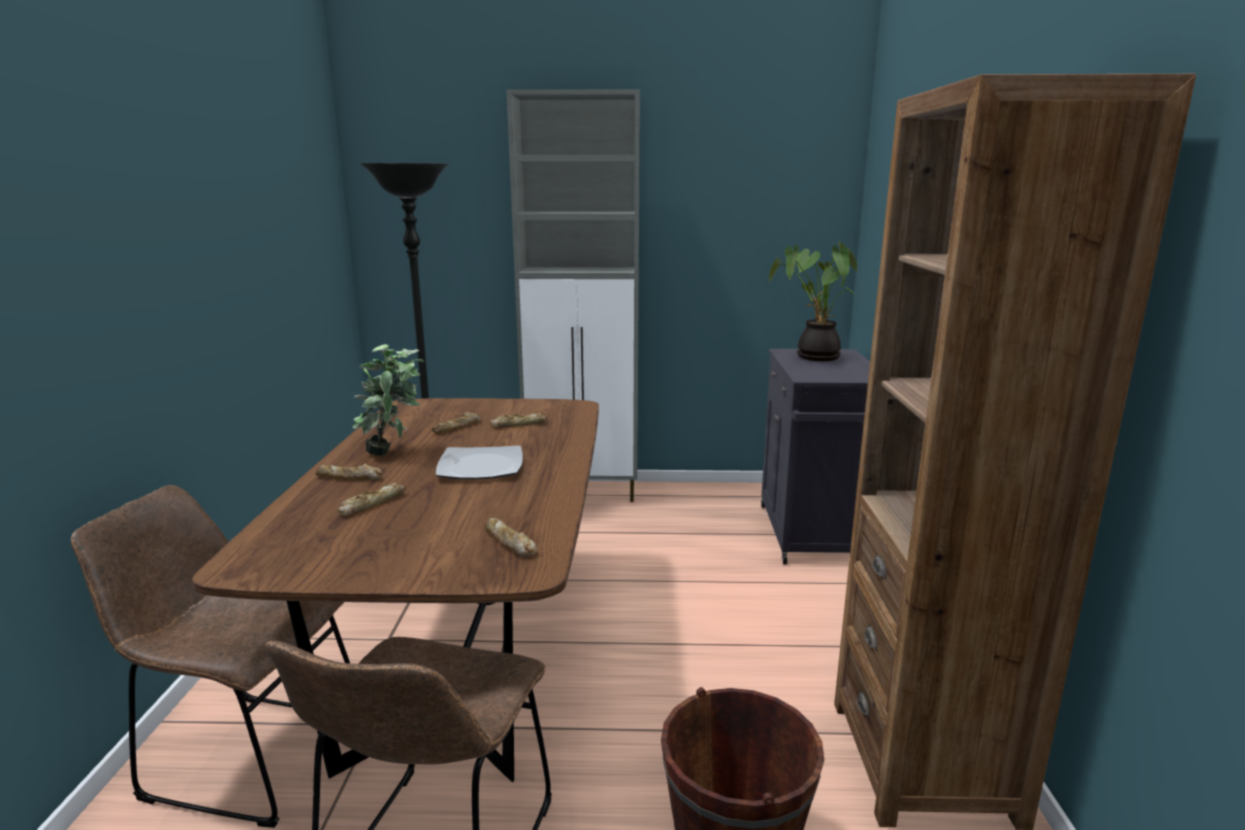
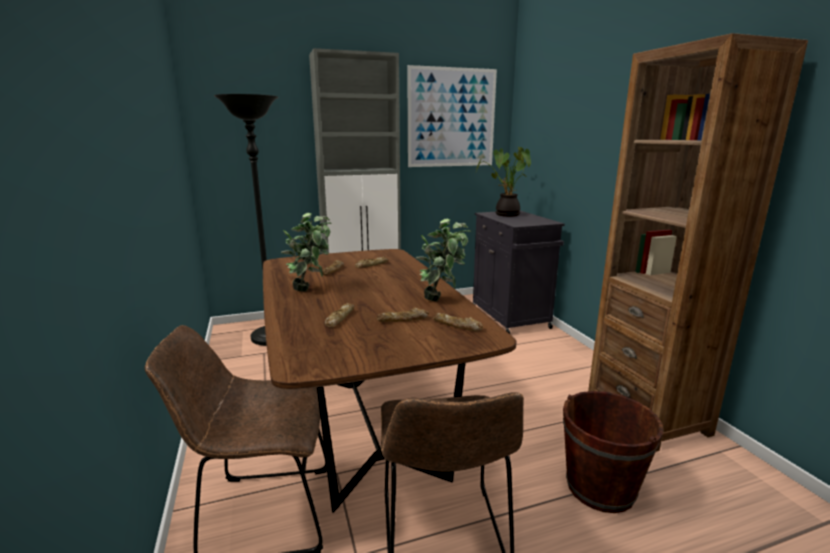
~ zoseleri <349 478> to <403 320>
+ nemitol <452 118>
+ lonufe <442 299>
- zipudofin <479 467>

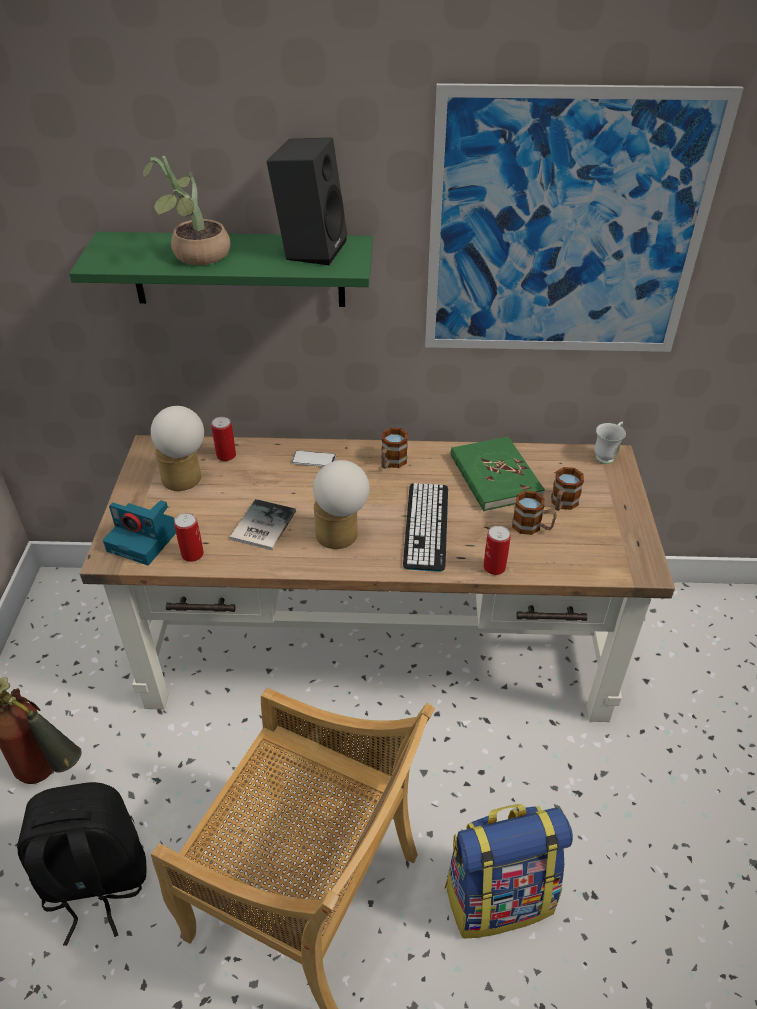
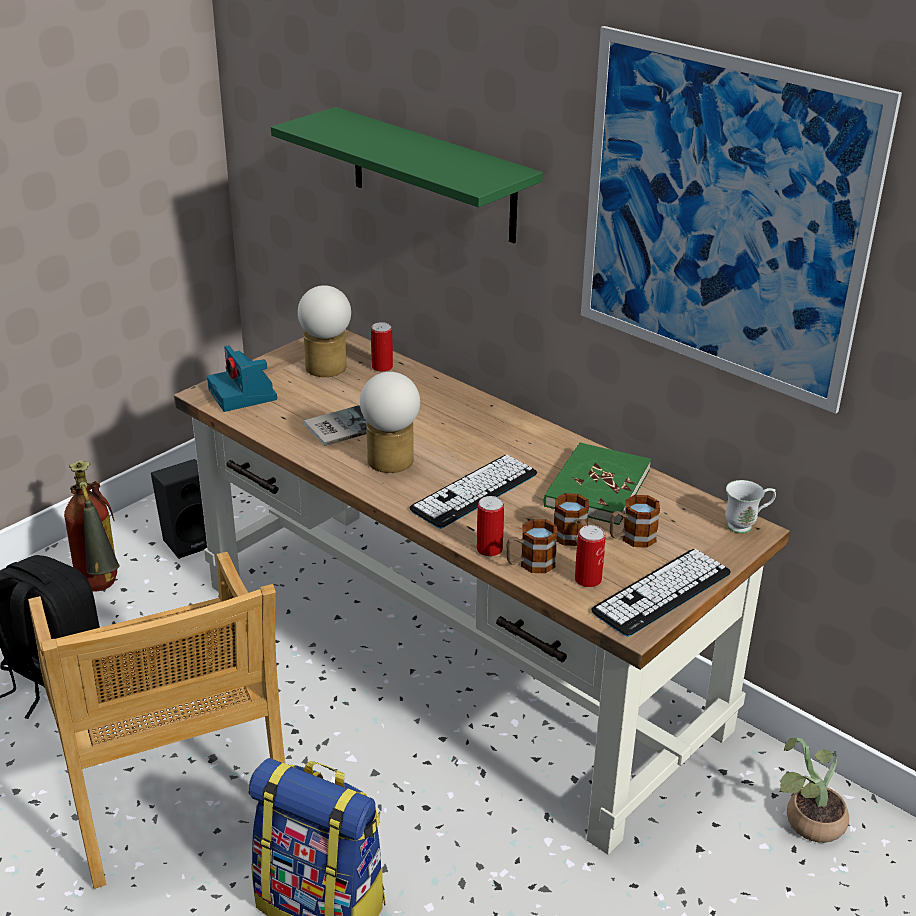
~ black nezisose <310 249> to <191 539>
~ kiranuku <391 463> to <530 564>
~ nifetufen <192 554> to <588 579>
+ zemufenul <662 592>
~ lonufe <195 256> to <807 822>
- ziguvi <314 459>

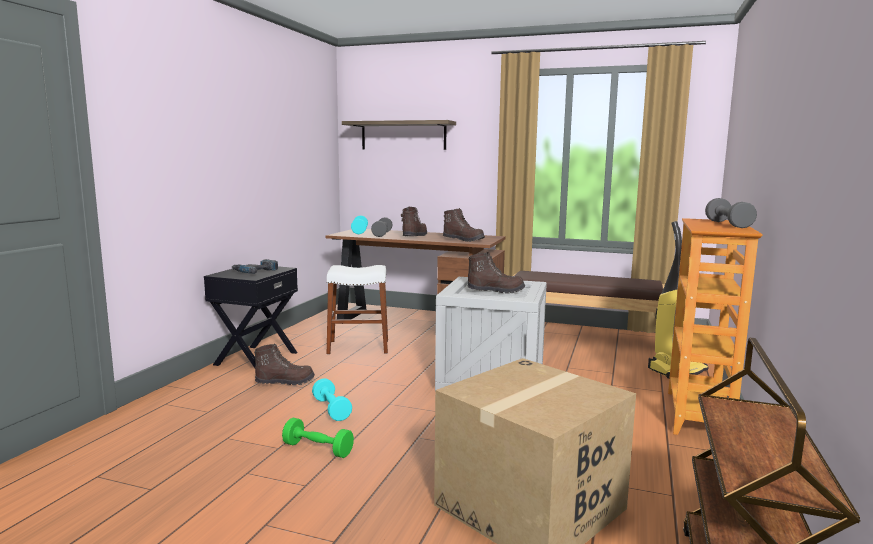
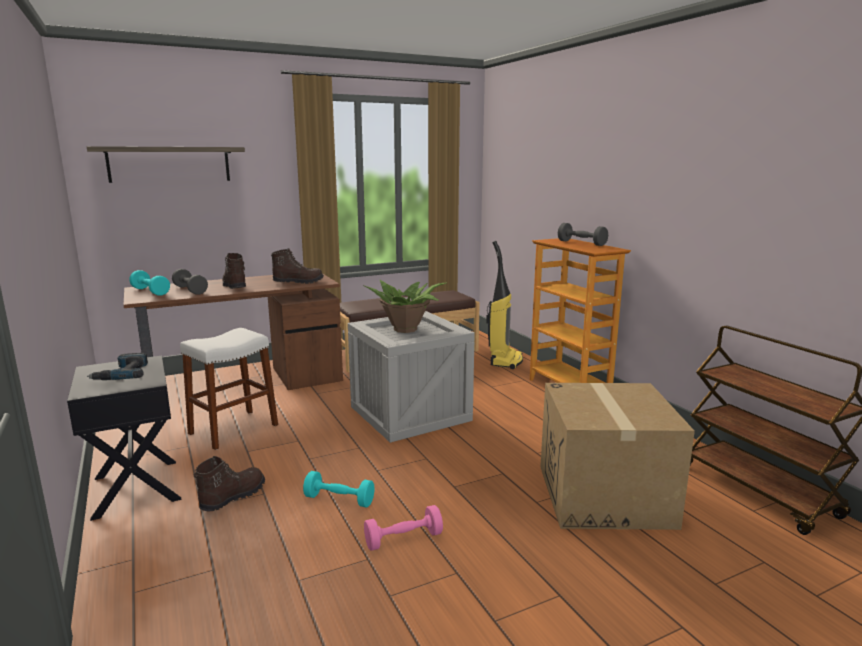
~ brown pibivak <495 291> to lonufe <406 329>
~ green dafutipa <318 449> to pink dafutipa <403 539>

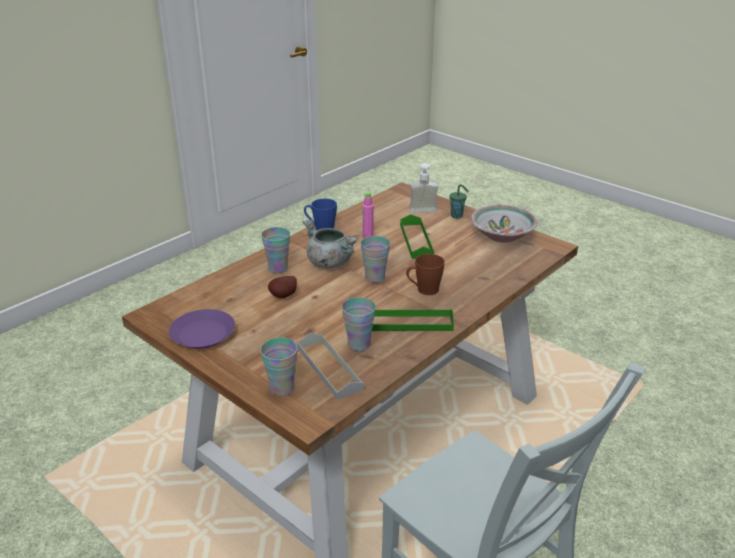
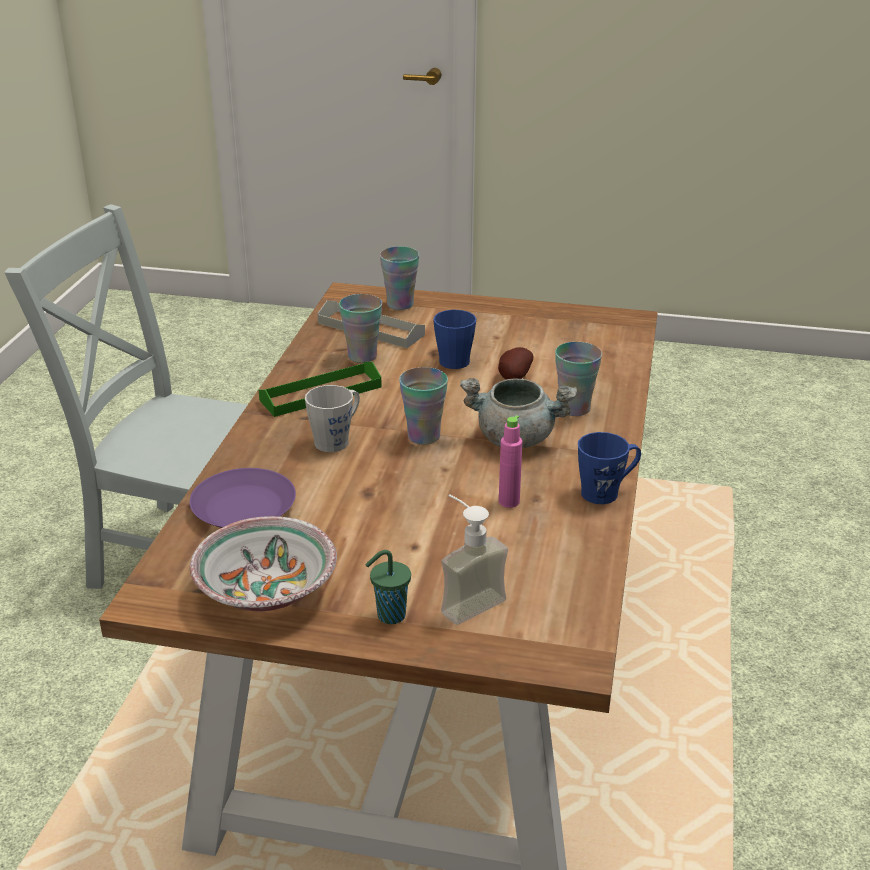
~ purple zipudofin <203 334> to <244 509>
~ brown kiranuku <424 290> to grey kiranuku <337 440>
+ blue kiranuku <452 358>
- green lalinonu <416 240>

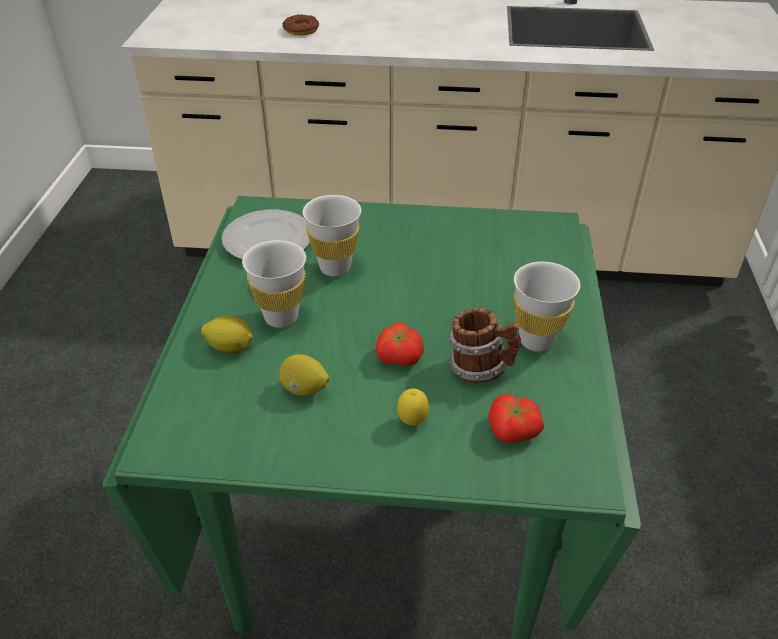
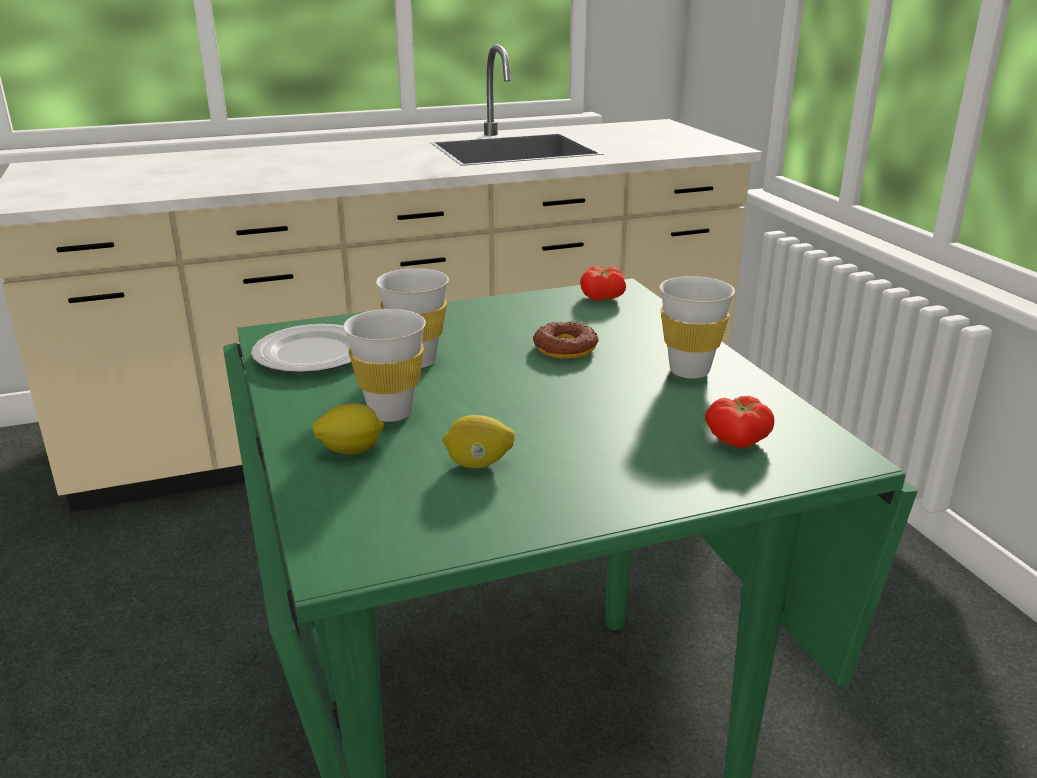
~ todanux <301 30> to <565 348>
~ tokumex <398 357> to <600 298>
- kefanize <412 422>
- kiranuku <481 369>

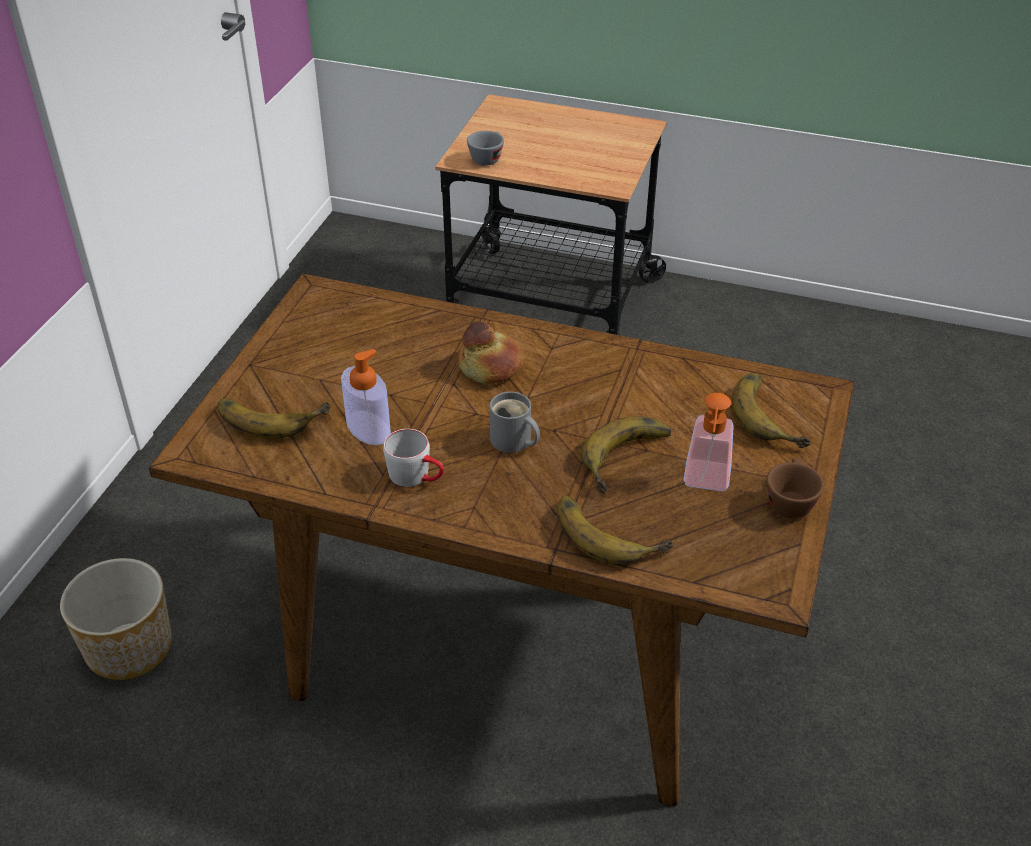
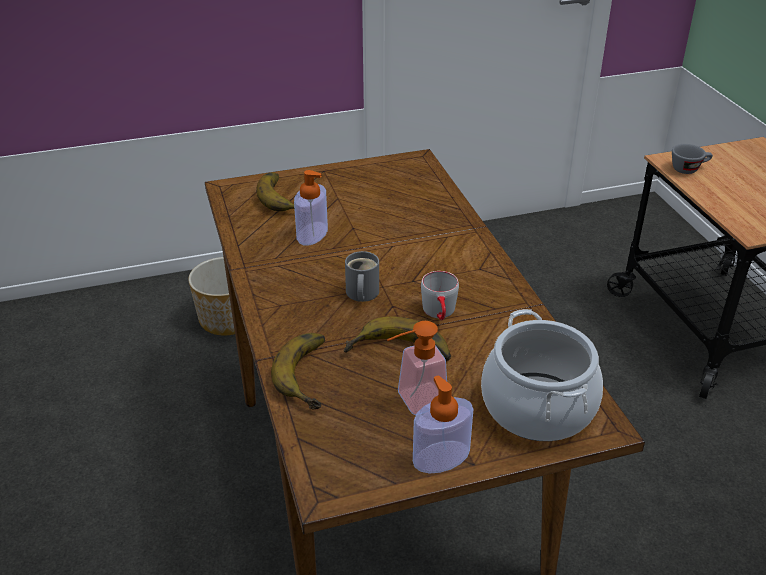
~ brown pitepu <789 500> to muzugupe <441 457>
~ grey kiranuku <417 477> to <440 314>
~ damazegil <772 414> to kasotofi <537 407>
- zoseleri <489 367>

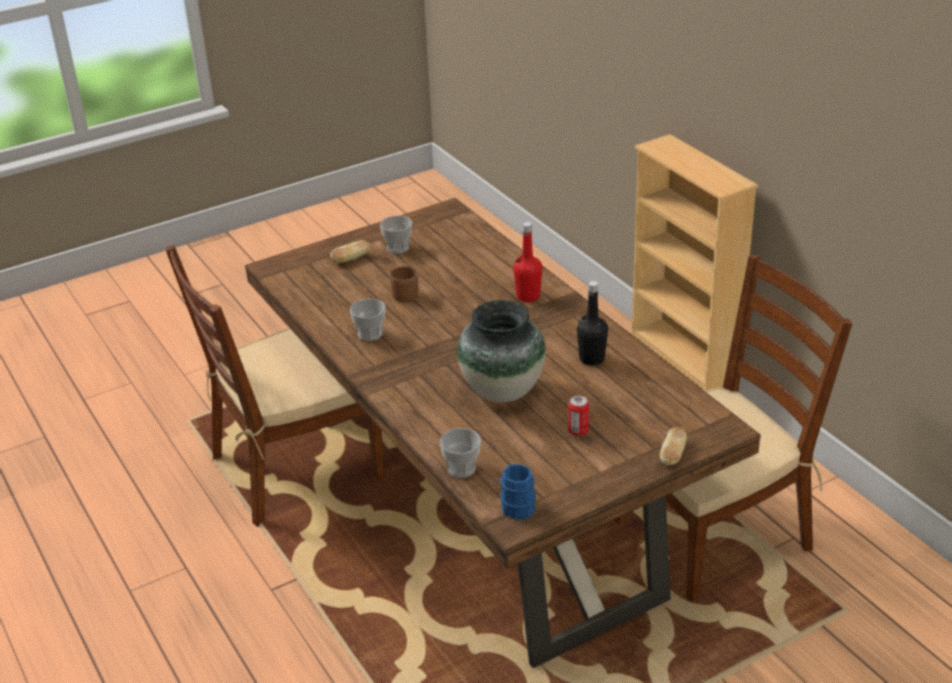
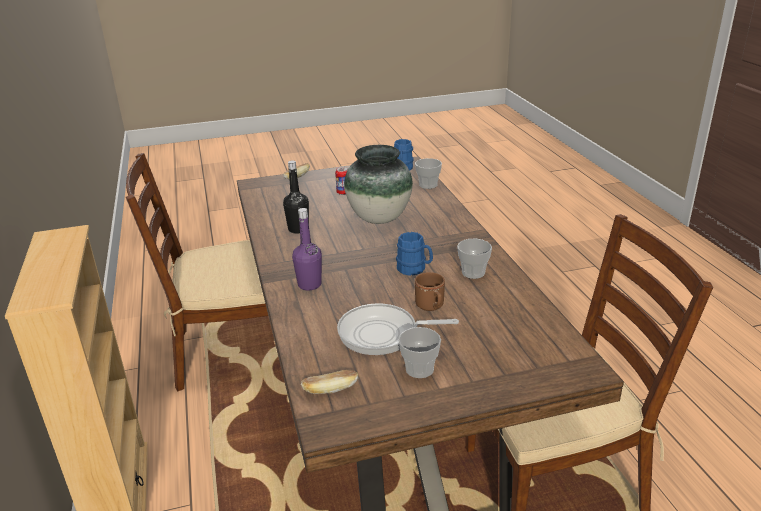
~ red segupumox <528 296> to purple segupumox <309 284>
~ zoseleri <351 259> to <330 390>
+ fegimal <383 334>
+ blue kiranuku <415 269>

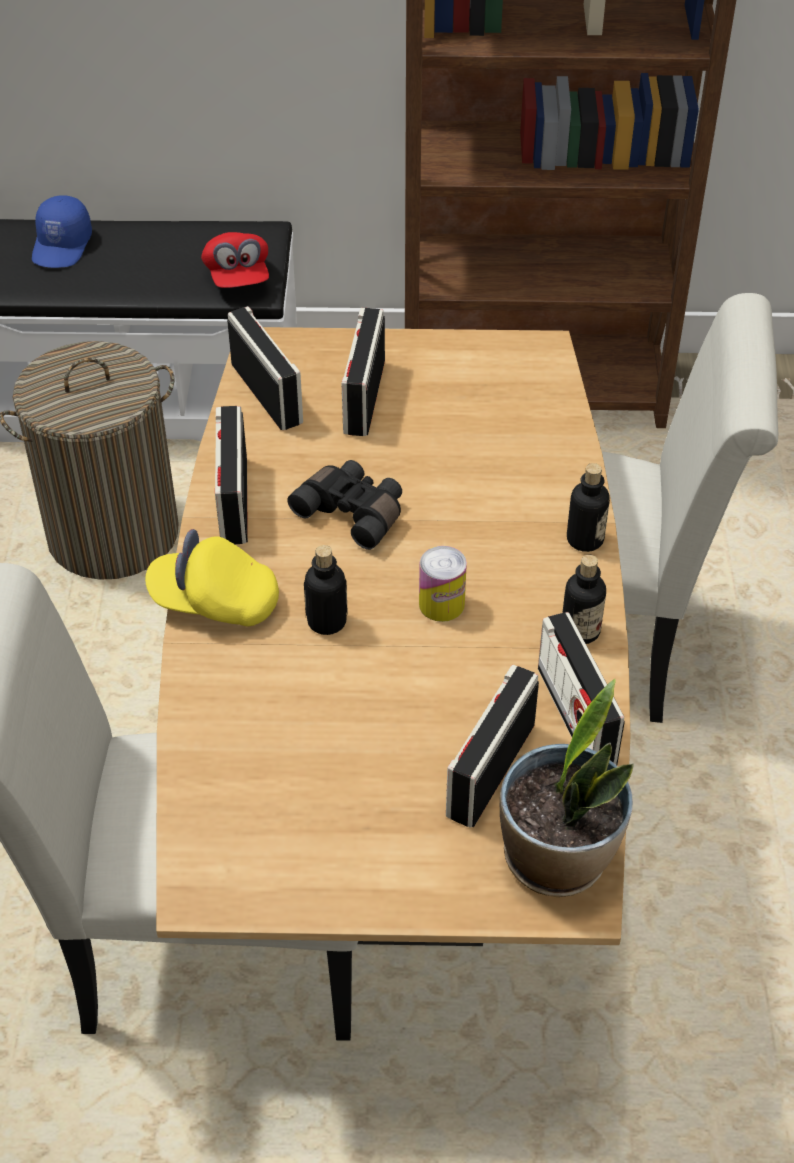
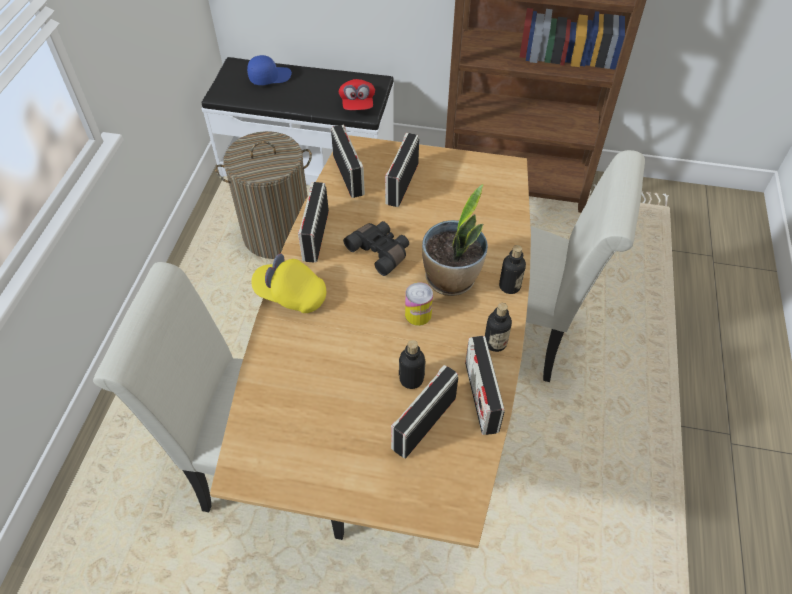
~ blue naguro <63 246> = <270 77> 135 degrees counterclockwise
~ segupumox <327 621> to <411 379>
~ lonufe <557 858> to <451 279>

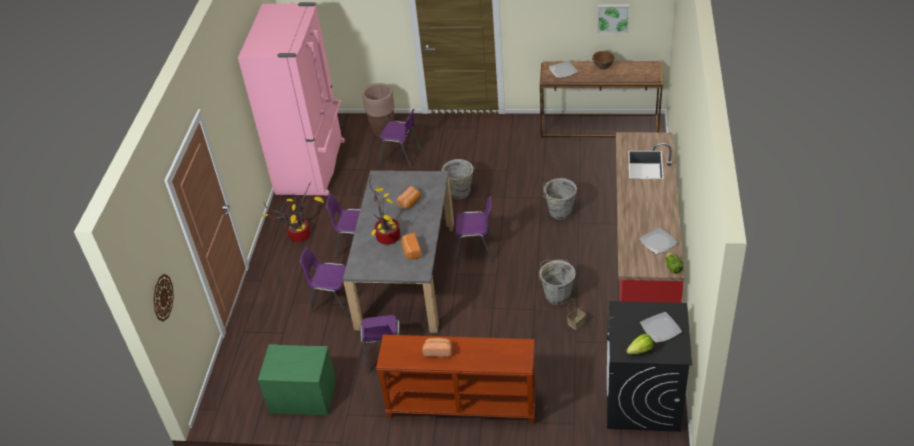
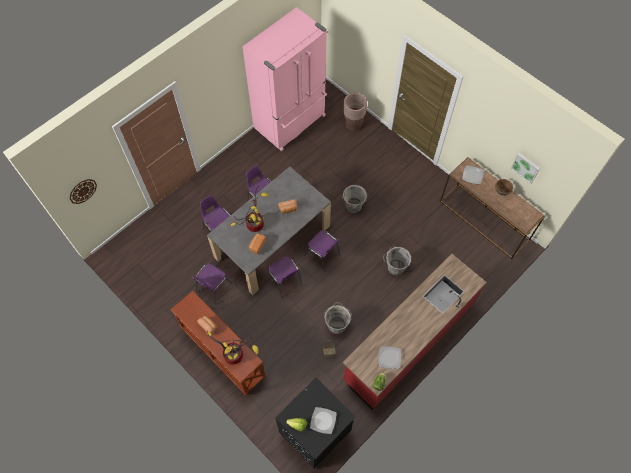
~ lonufe <300 233> to <235 354>
~ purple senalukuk <401 157> to <285 281>
- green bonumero <302 396>

